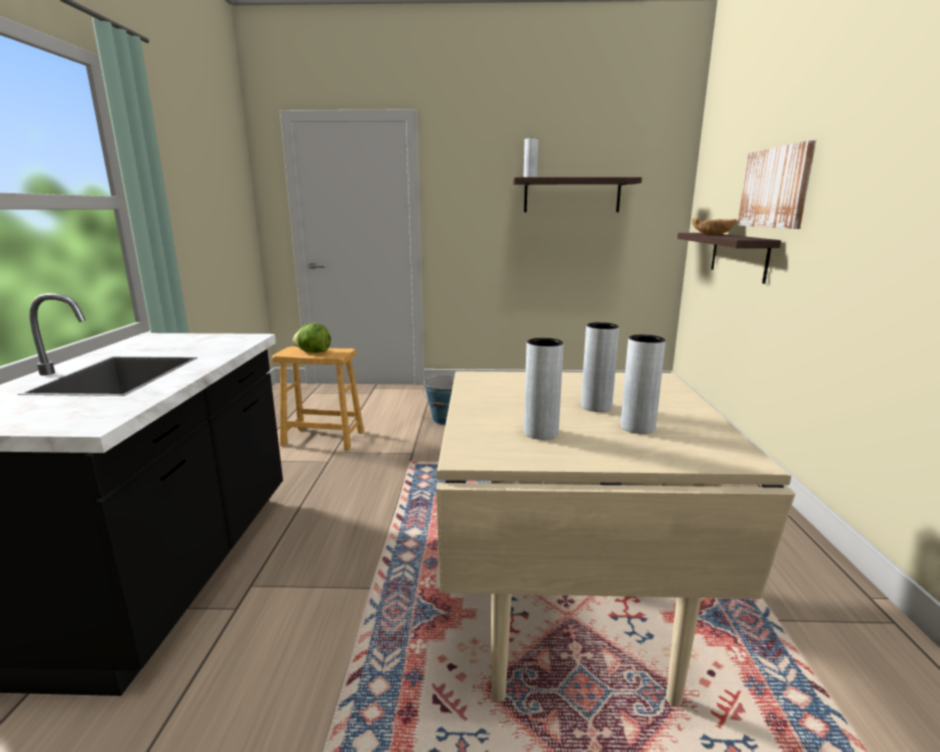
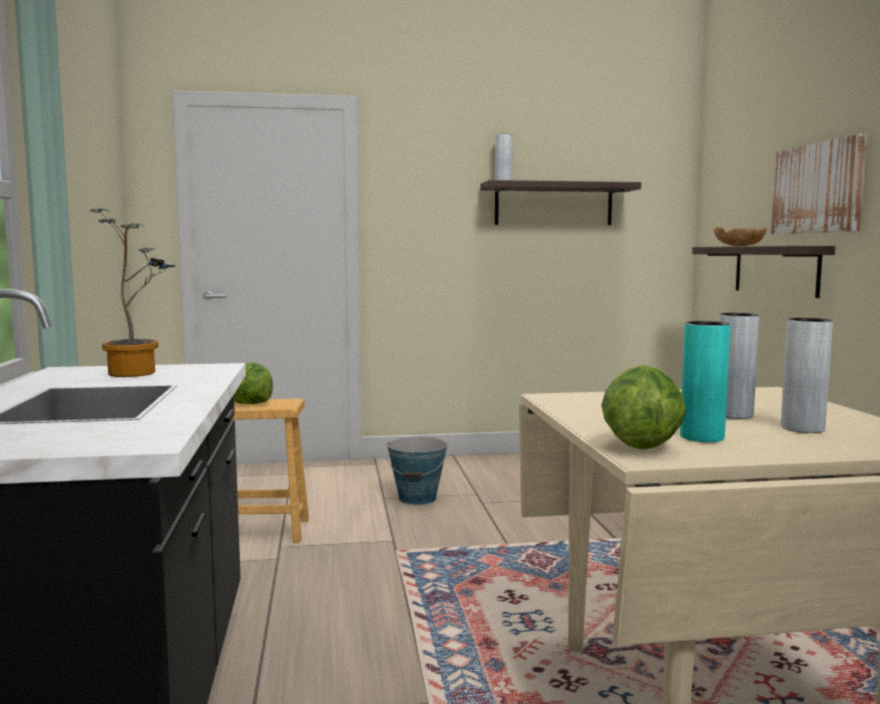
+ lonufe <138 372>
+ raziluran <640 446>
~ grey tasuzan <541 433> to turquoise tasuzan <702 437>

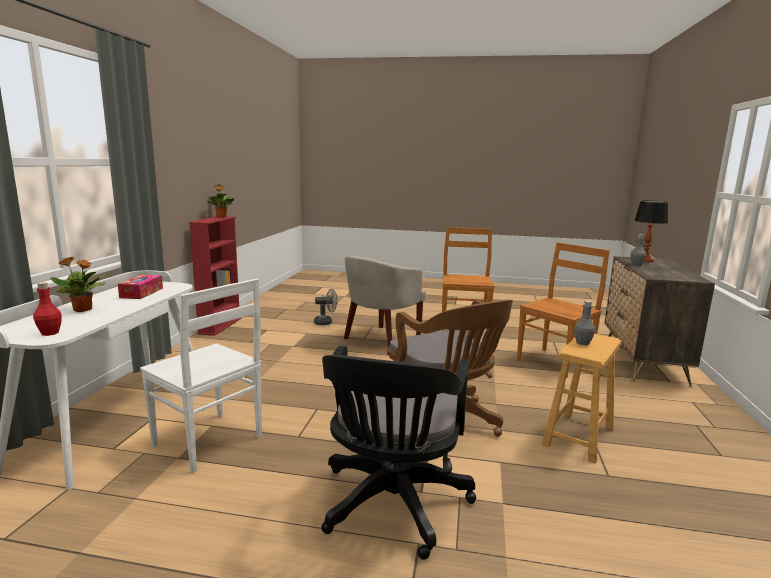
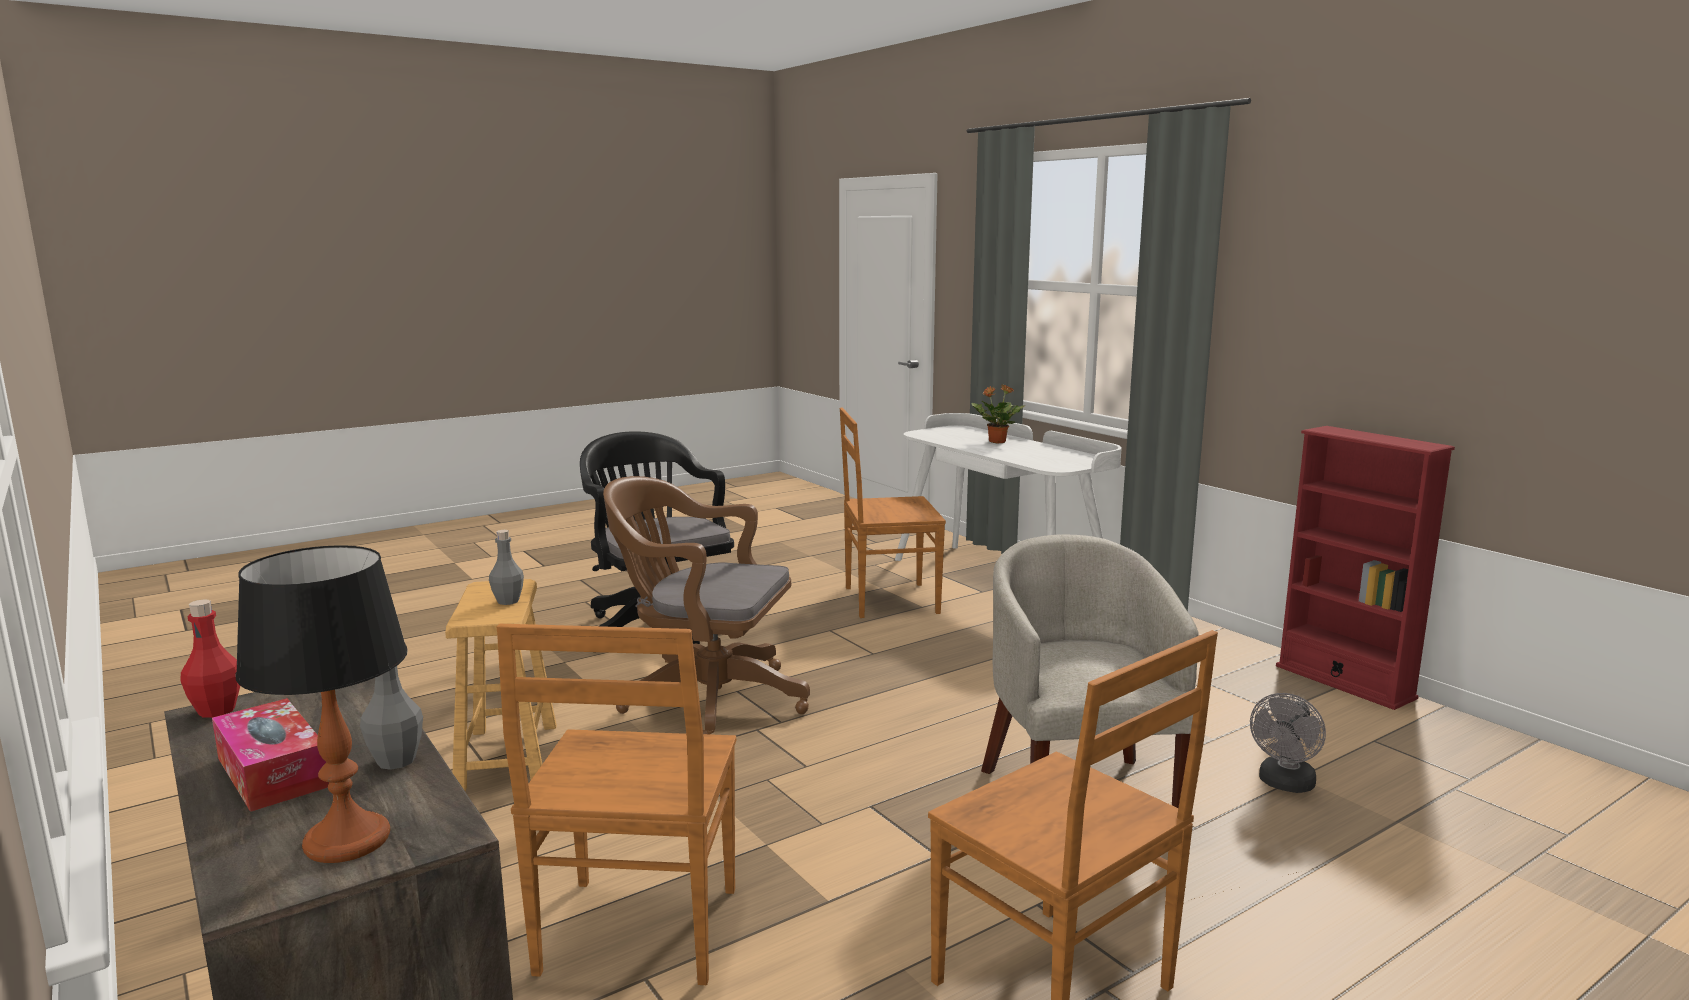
~ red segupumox <50 333> to <217 710>
~ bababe <141 293> to <273 772>
~ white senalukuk <209 442> to brown senalukuk <887 600>
- lonufe <221 217>

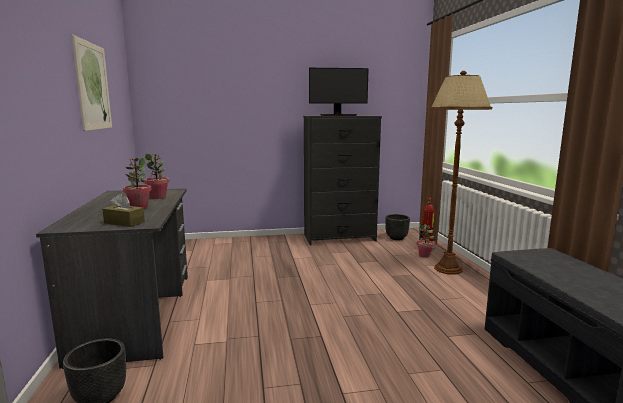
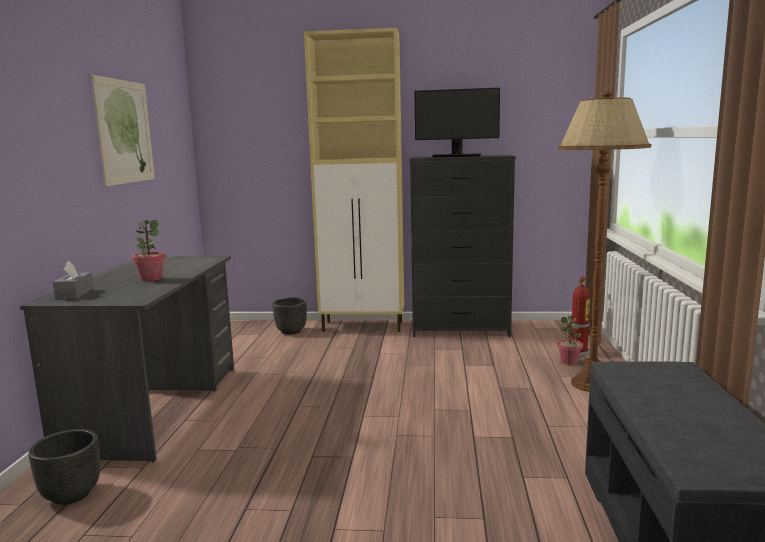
+ grey bababe <74 293>
~ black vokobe <396 238> to <291 331>
+ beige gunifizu <364 326>
- brown bababe <124 222>
- lonufe <158 197>

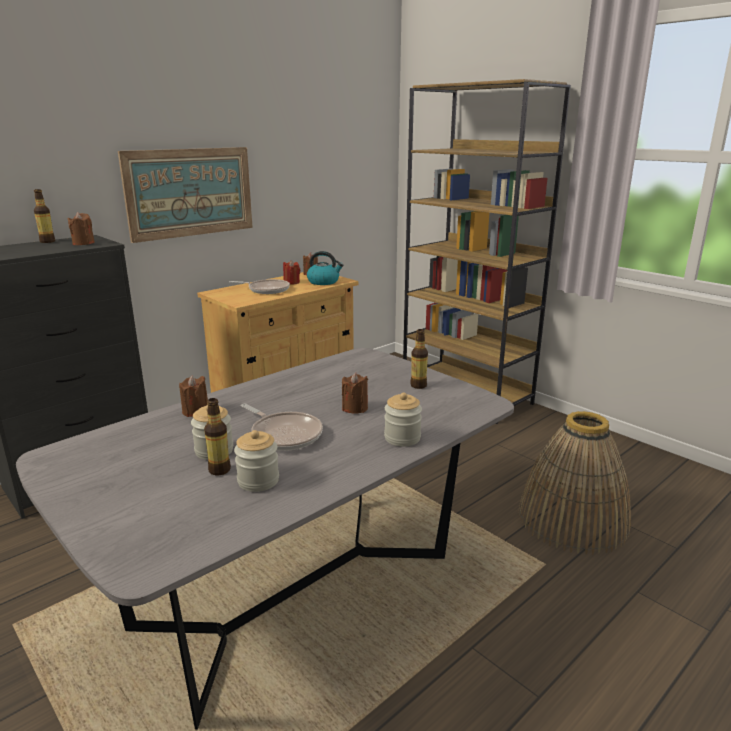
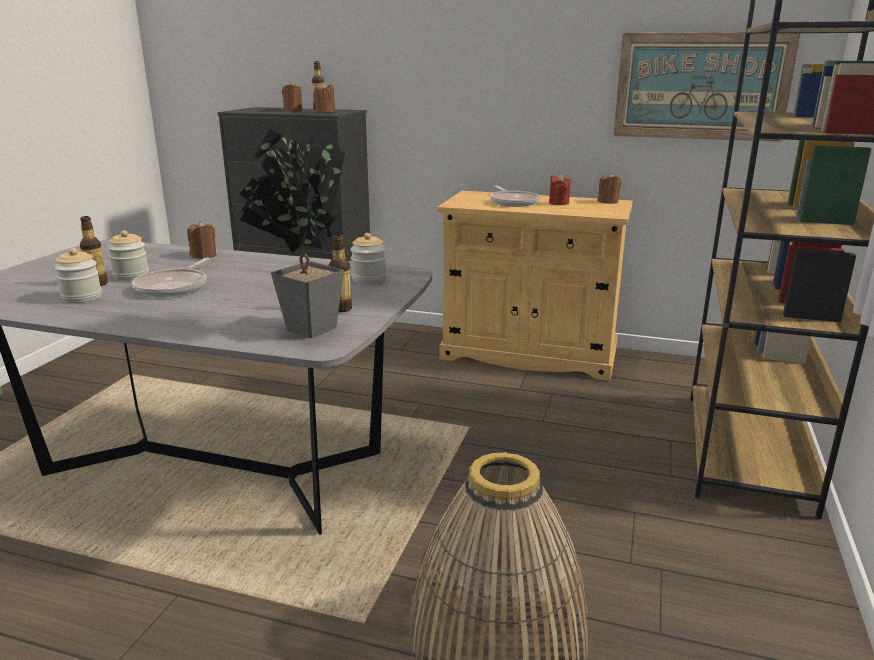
+ lonufe <302 330>
~ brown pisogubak <355 408> to <293 111>
~ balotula <402 438> to <369 278>
~ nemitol <190 192> to <701 86>
- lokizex <324 282>

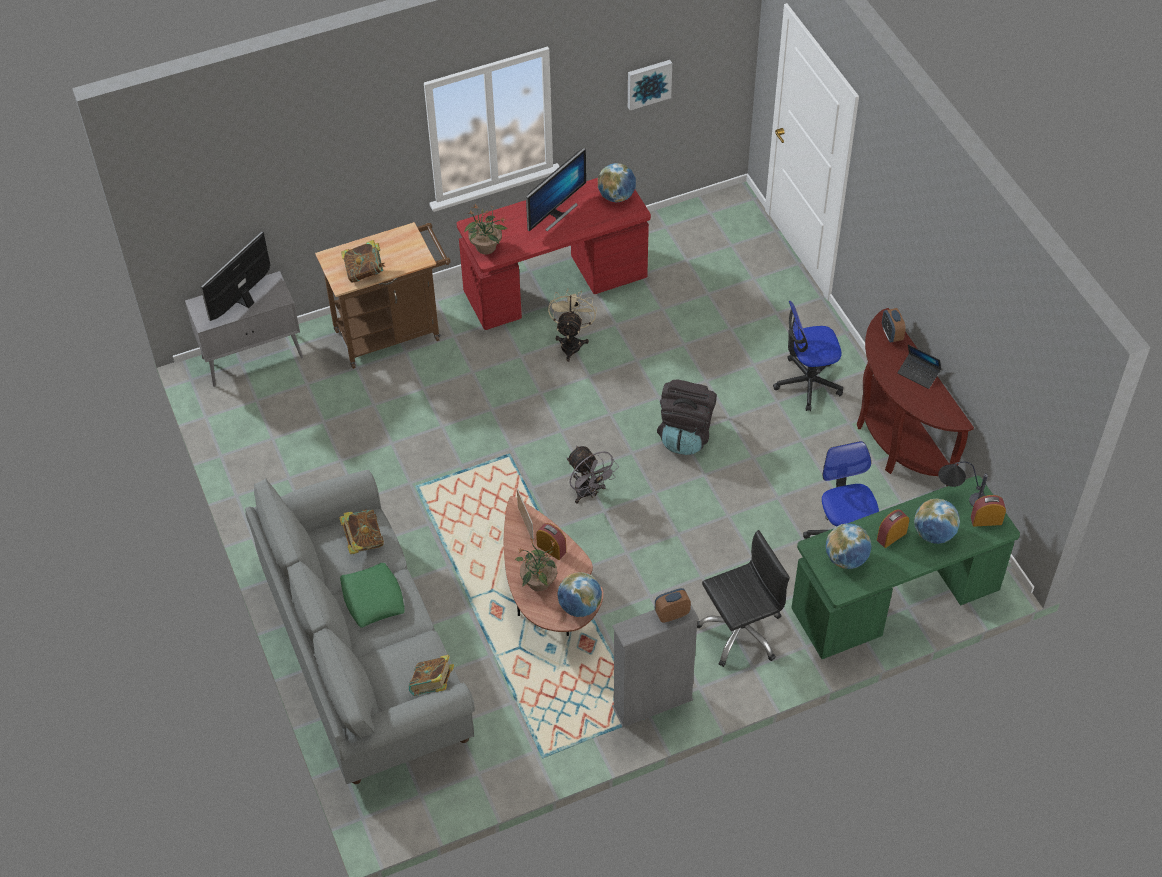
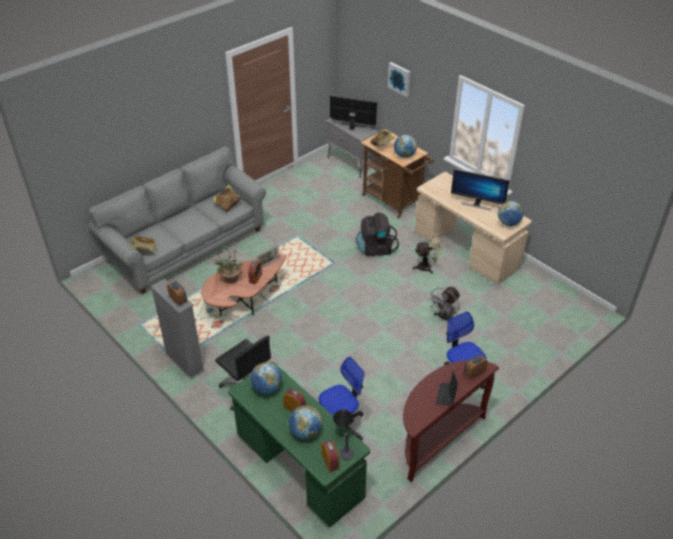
~ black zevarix <685 434> to <375 249>
~ nemitol <648 83> to <400 78>
~ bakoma <579 606> to <404 156>
~ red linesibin <555 285> to beige linesibin <466 250>
~ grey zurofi <588 493> to <444 318>
- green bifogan <372 598>
- lonufe <486 247>

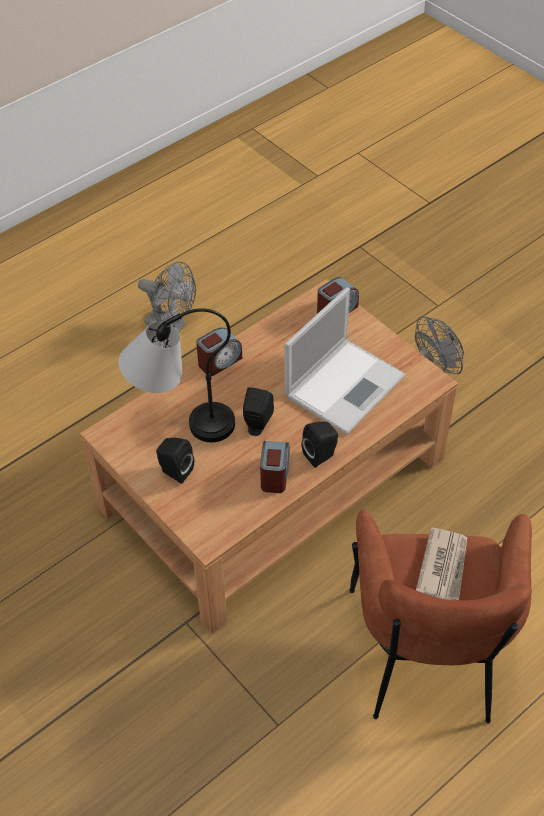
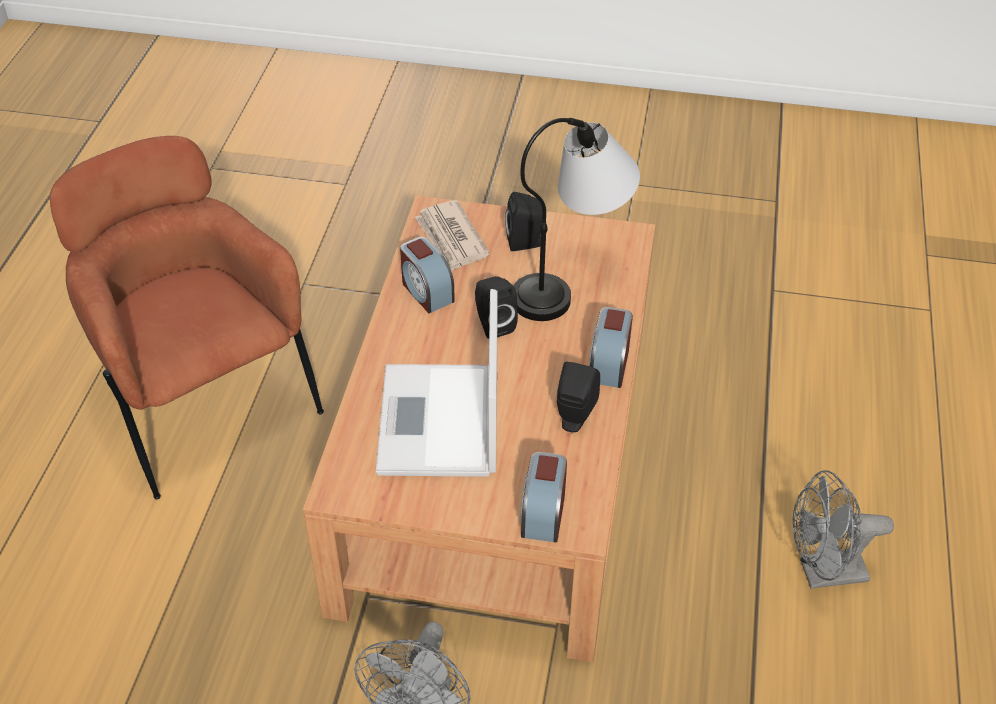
~ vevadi <443 566> to <451 239>
~ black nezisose <321 455> to <574 418>

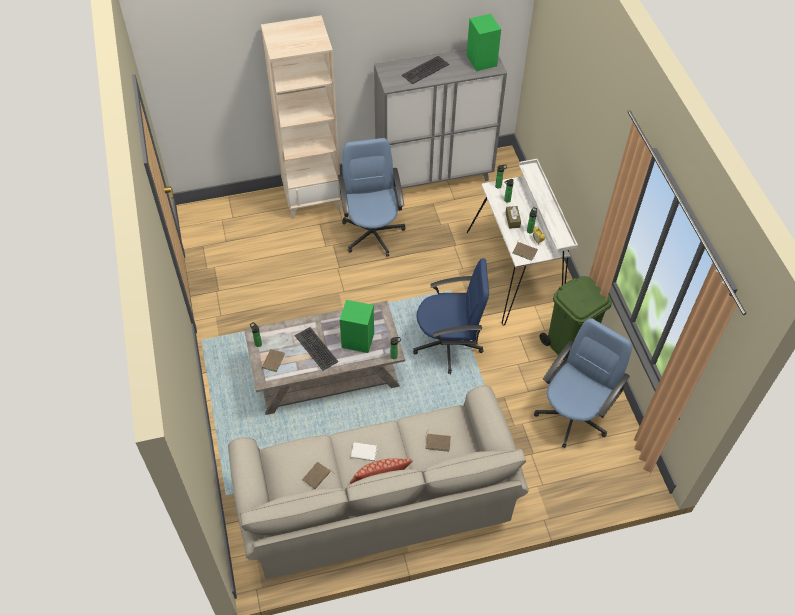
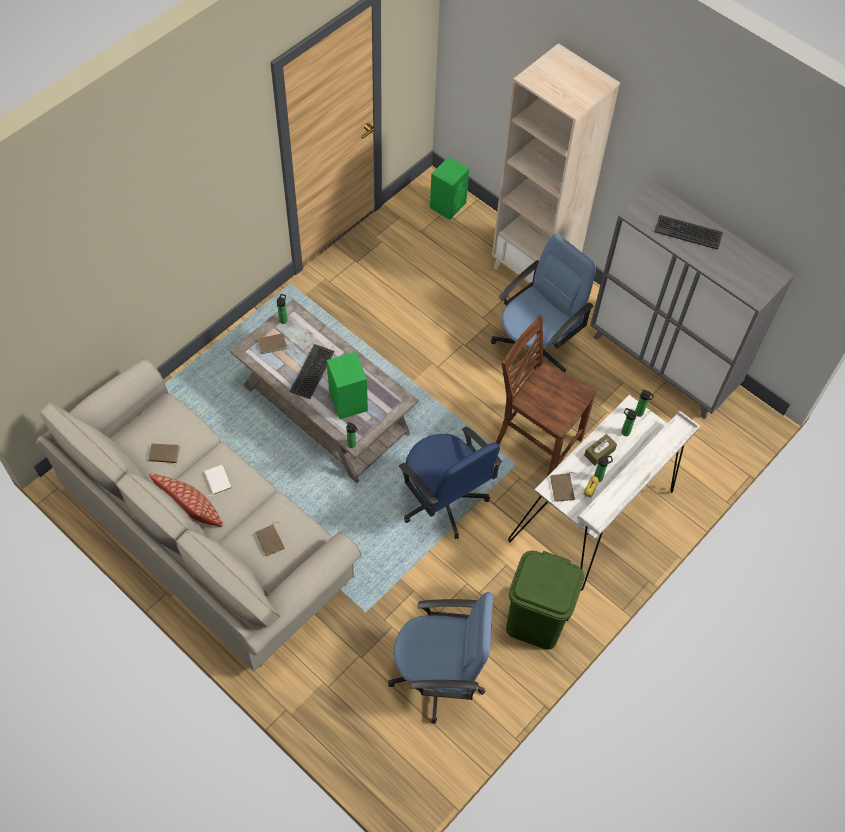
~ green nezisose <481 60> to <448 204>
+ brown senalukuk <536 441>

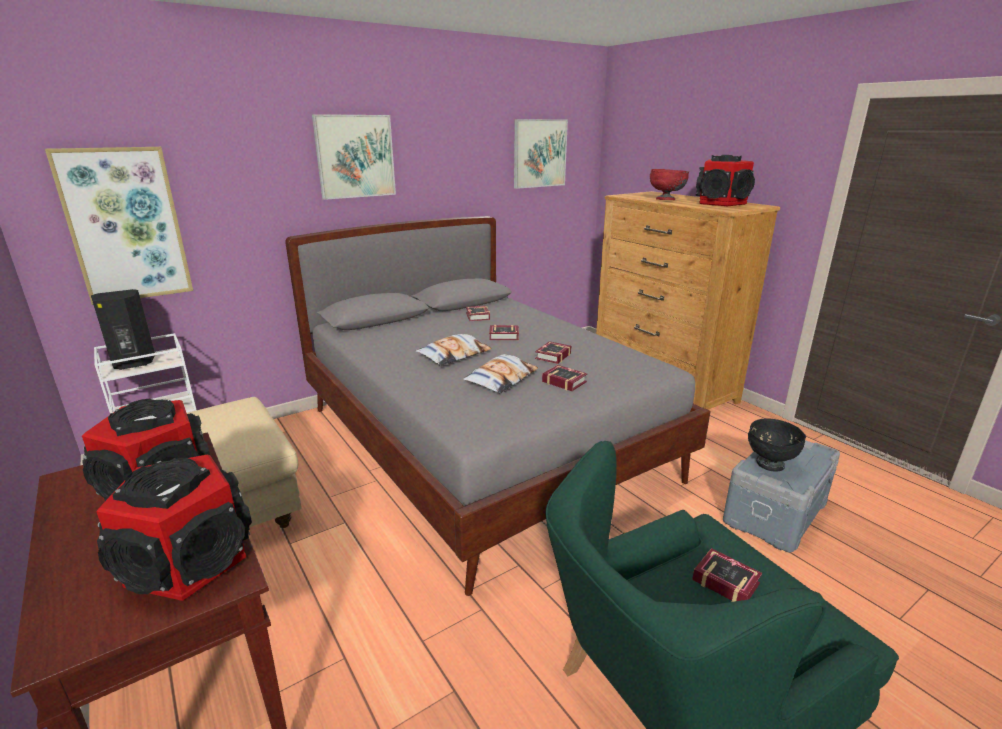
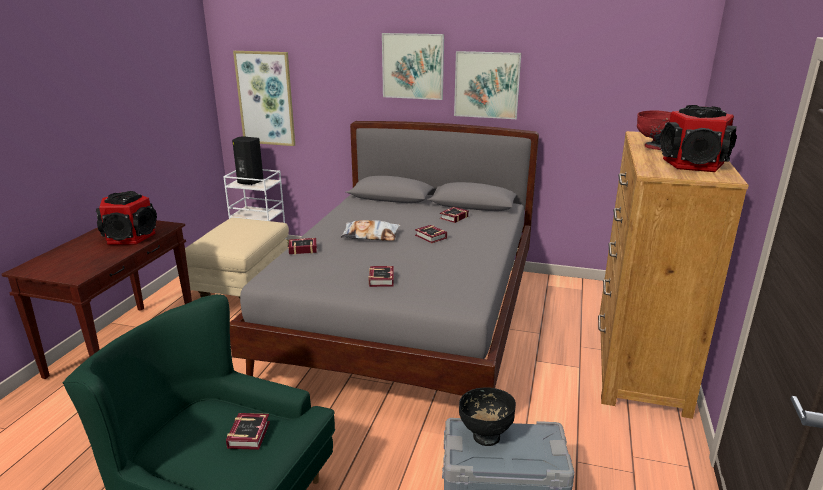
~ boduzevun <551 356> to <301 249>
~ nemitol <539 153> to <486 85>
- nezisose <191 561>
- bifogan <501 379>

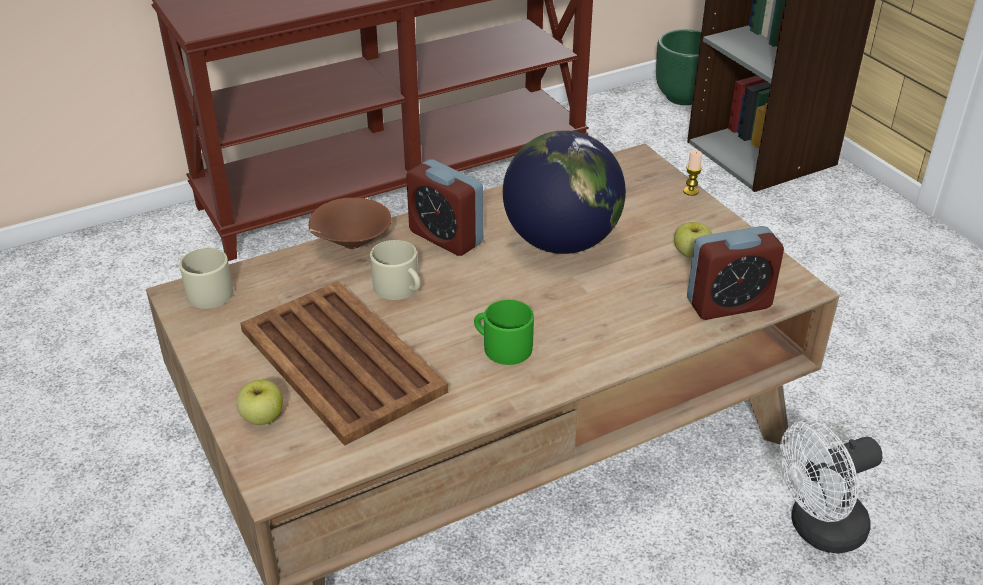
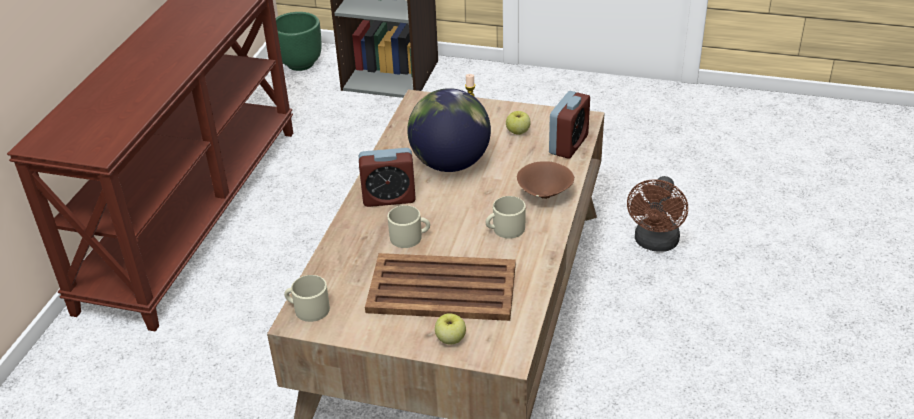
~ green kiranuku <502 346> to beige kiranuku <505 229>
~ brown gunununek <351 244> to <544 195>
~ white zurofi <818 530> to brown zurofi <655 243>

